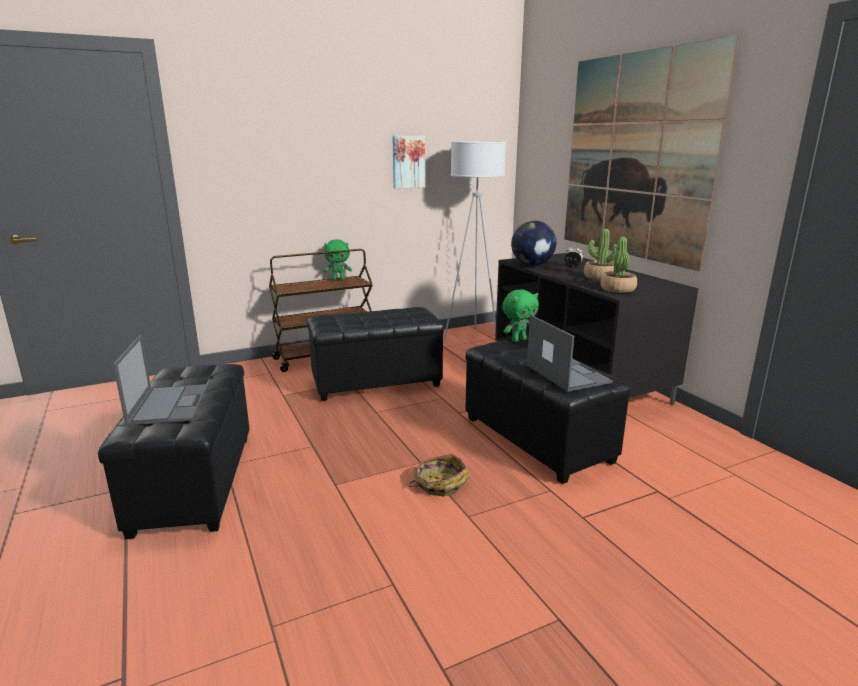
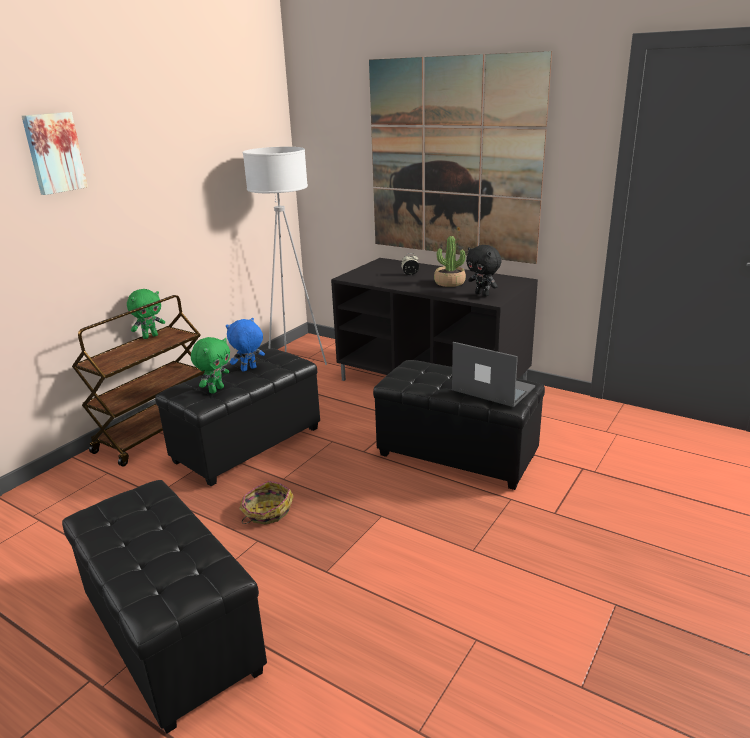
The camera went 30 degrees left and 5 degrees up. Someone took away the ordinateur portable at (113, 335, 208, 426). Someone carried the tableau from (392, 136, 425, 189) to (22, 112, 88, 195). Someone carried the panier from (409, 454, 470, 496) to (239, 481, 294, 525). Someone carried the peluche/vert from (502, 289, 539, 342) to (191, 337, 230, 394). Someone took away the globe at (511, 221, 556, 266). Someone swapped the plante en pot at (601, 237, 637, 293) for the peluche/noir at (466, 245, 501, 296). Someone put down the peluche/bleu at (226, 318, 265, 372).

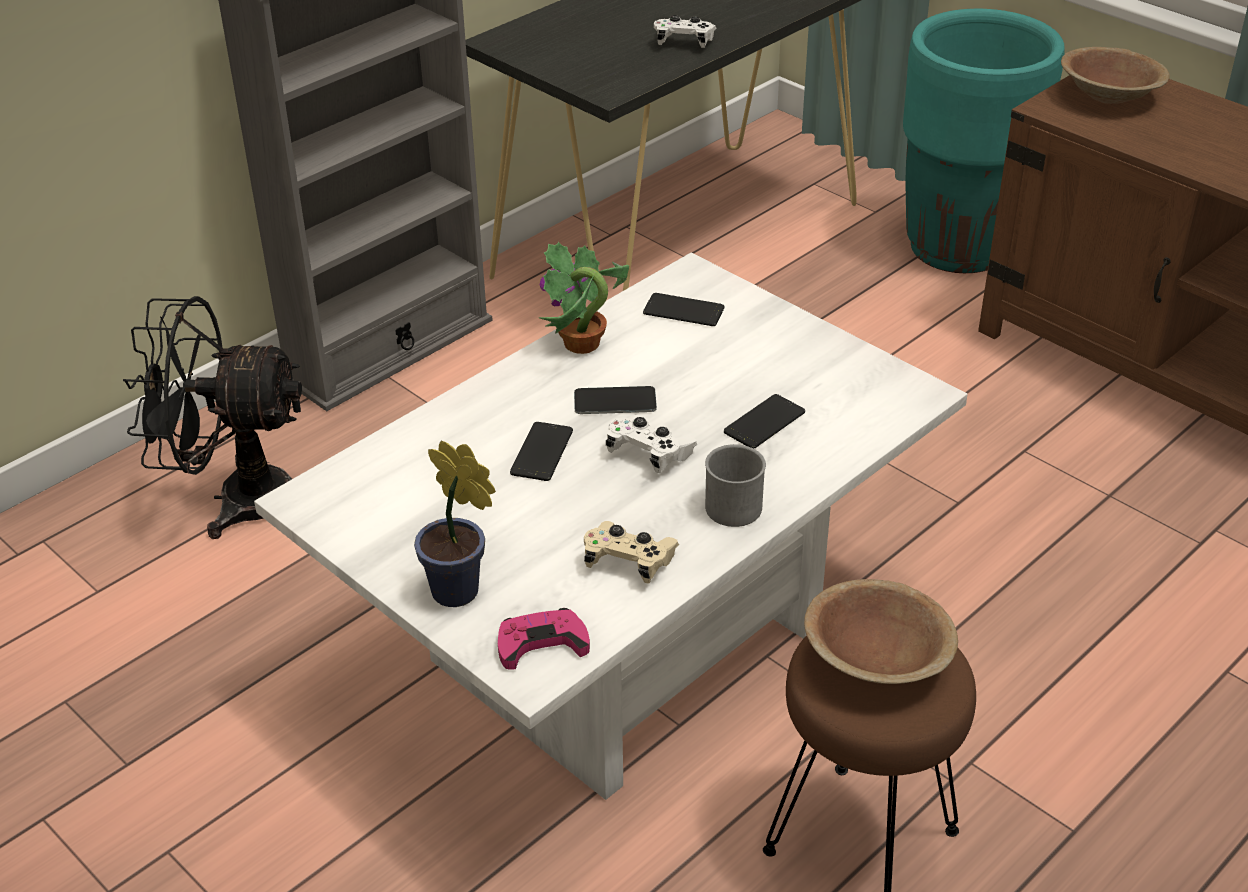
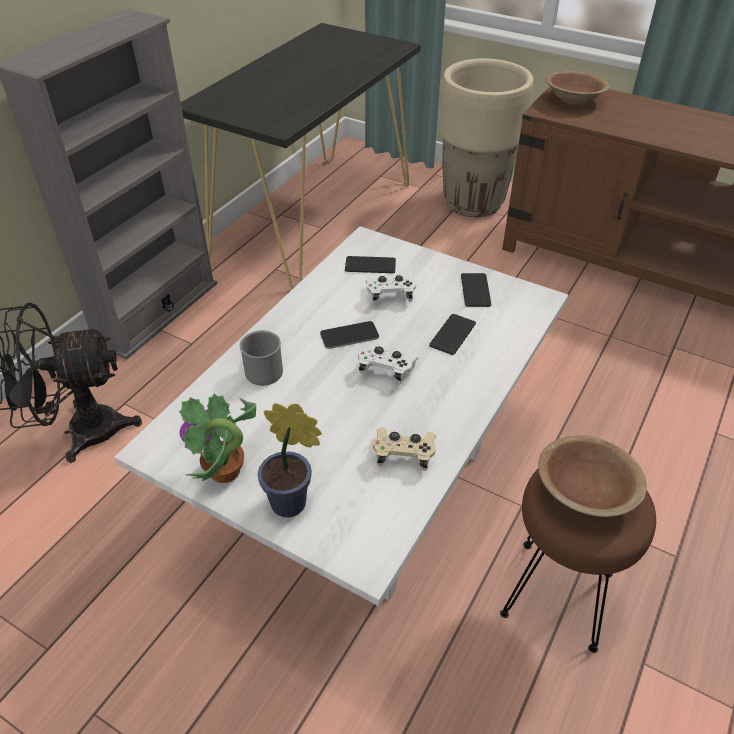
The camera went 15 degrees left and 5 degrees up. Someone took away the manette/rose at (498, 608, 590, 670). Someone carried the téléphone from (510, 422, 573, 481) to (461, 273, 491, 307). Someone carried the plante en pot from (539, 242, 629, 354) to (179, 393, 256, 483). Someone carried the manette/blanc from (654, 15, 716, 48) to (365, 275, 416, 304). Someone carried the mug/gris from (705, 444, 766, 527) to (240, 330, 283, 386). Someone repainted the cache-pot/turquoise at (903, 9, 1065, 273), which became the cache-pot/beige at (440, 59, 533, 217).

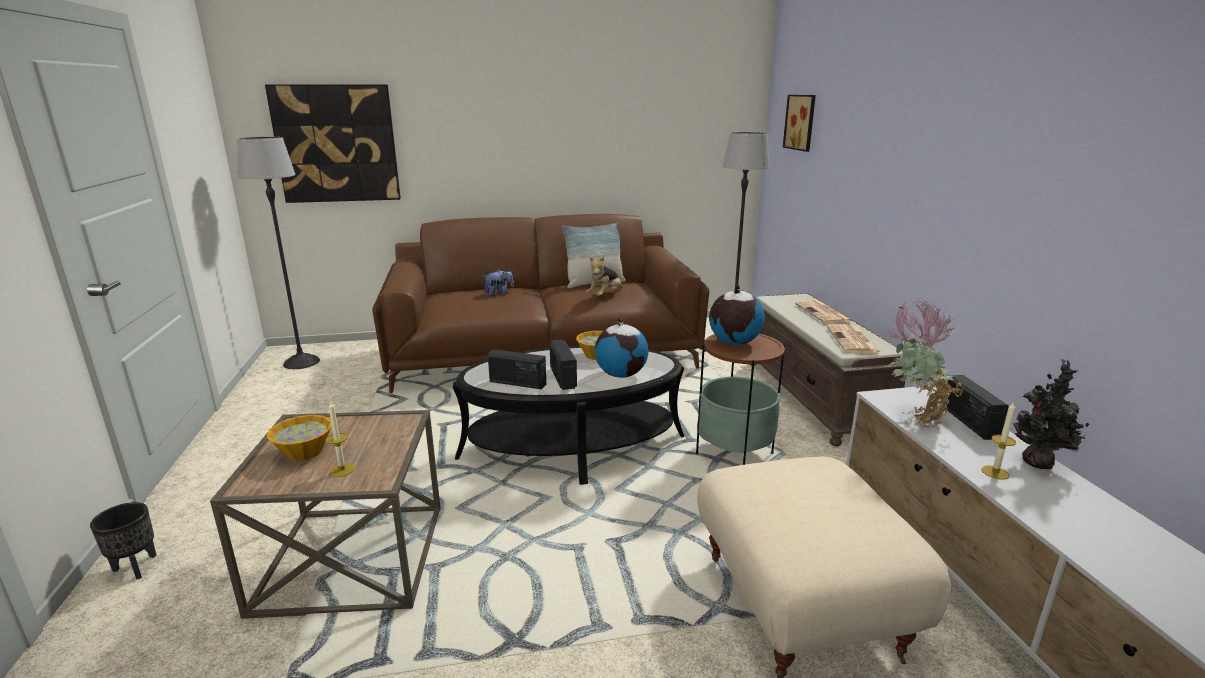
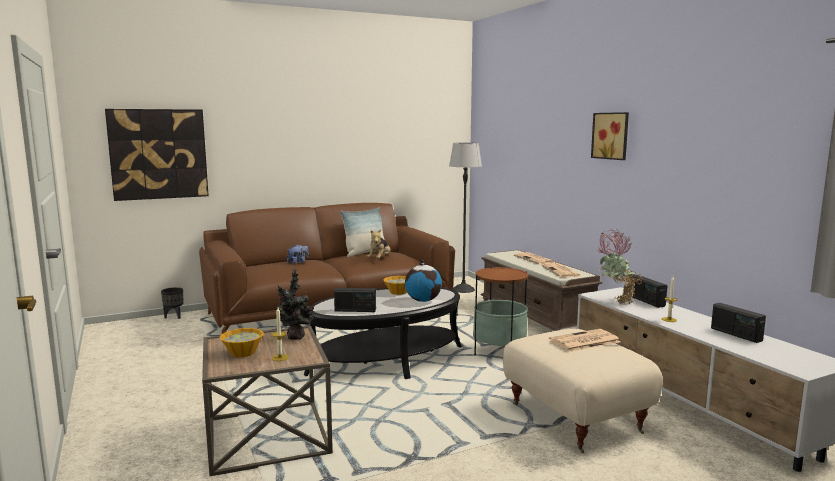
The camera went 15 degrees left and 10 degrees down. Someone carried the cache-pot/noir from (90, 502, 157, 580) to (161, 287, 184, 319). Someone took away the lampadaire at (237, 137, 320, 369). Someone carried the radio from (549, 339, 577, 390) to (711, 303, 766, 343). Someone took away the globe at (709, 285, 765, 345). Someone carried the tableau from (783, 95, 816, 152) to (591, 112, 629, 160). Someone carried the plante en pot from (1013, 359, 1090, 469) to (278, 269, 315, 340). Someone put down the journal at (549, 329, 620, 352).

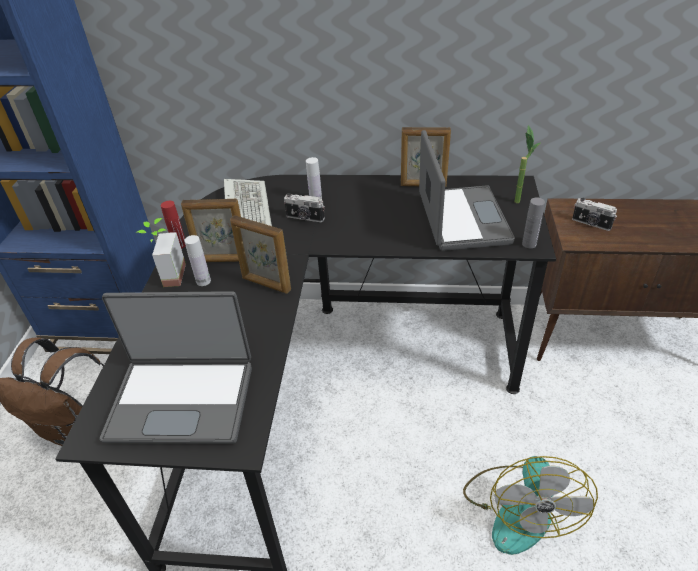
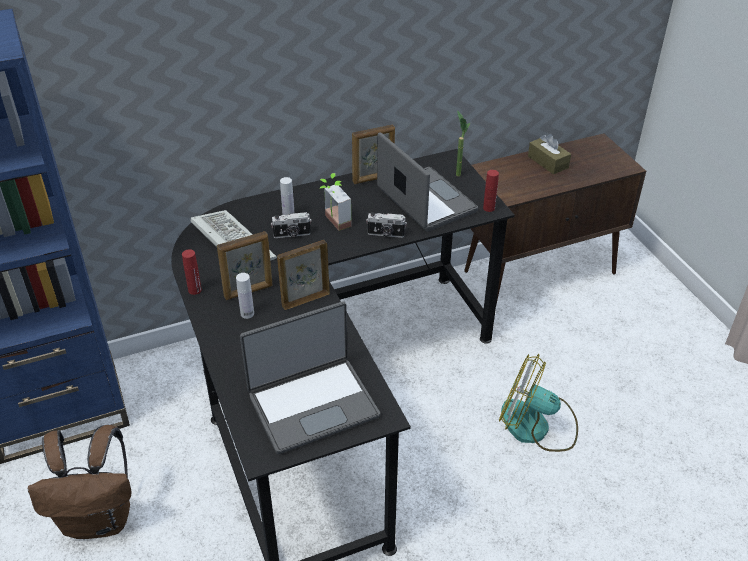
The camera went 30 degrees left and 0 degrees up. Someone carried the plante en pot from (136, 218, 186, 287) to (319, 173, 352, 231). Someone rotated the cadre photo at (230, 215, 291, 294) by 150 degrees clockwise. Someone rotated the ventilateur at (463, 456, 598, 555) by 135 degrees clockwise. Someone repainted the bouteille/gris at (522, 198, 545, 248), which became the bouteille/rouge at (483, 170, 499, 212). Someone carried the appareil photo from (572, 198, 617, 231) to (366, 213, 407, 238). Someone put down the boîte à mouchoirs/marron at (528, 134, 571, 174).

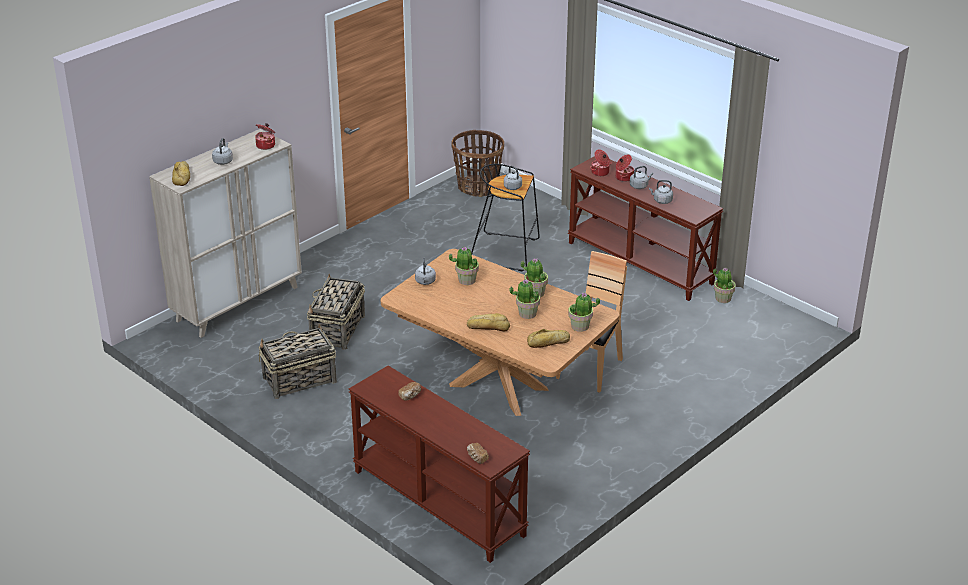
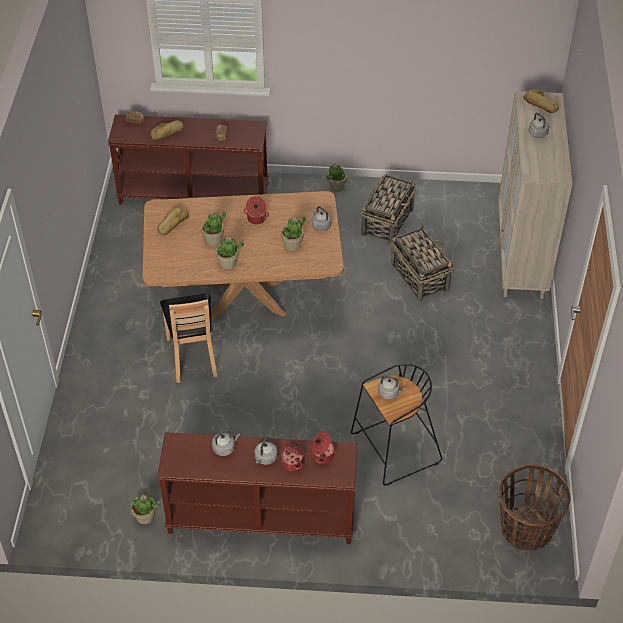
The camera went 140 degrees right and 15 degrees up. Someone carried the marmite from (255, 123, 276, 150) to (243, 196, 269, 224). Someone carried the pain from (467, 313, 510, 332) to (150, 120, 184, 141). Someone carried the plante en pot from (568, 292, 600, 332) to (327, 163, 347, 192).

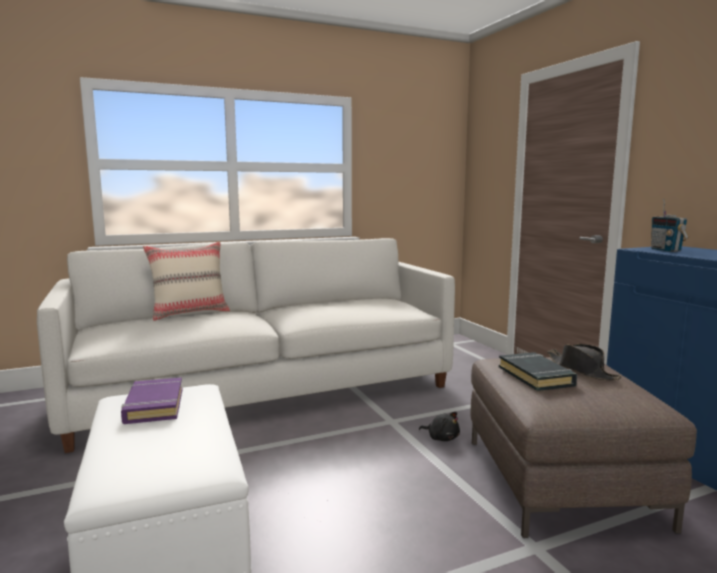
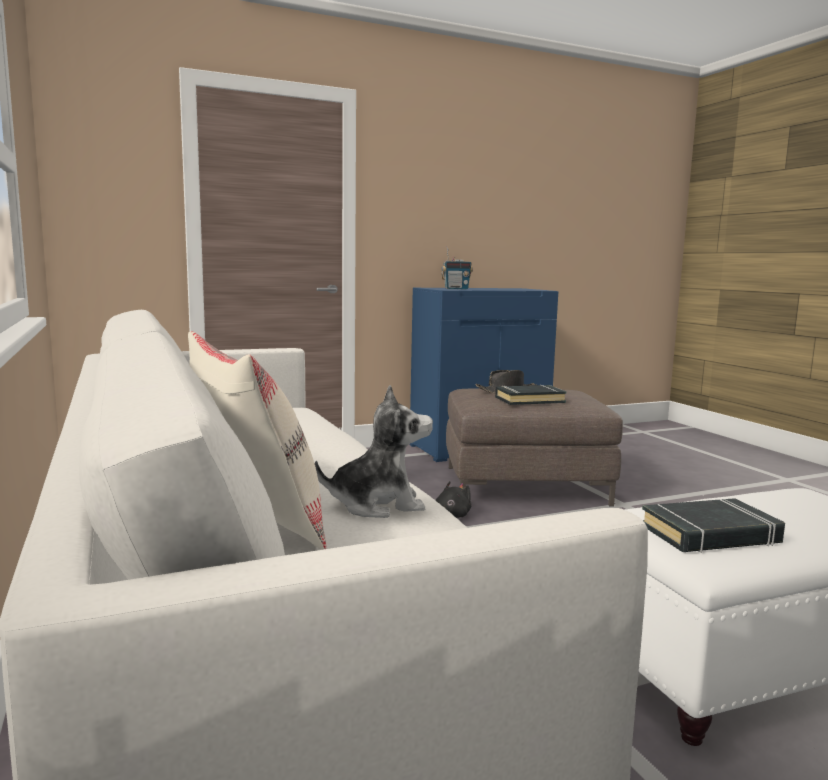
The camera went 90 degrees left and 0 degrees up. Someone repainted the livre/violet at (121, 377, 182, 424), which became the livre/noir at (642, 498, 785, 553). Someone put down the peluche at (315, 385, 433, 518).

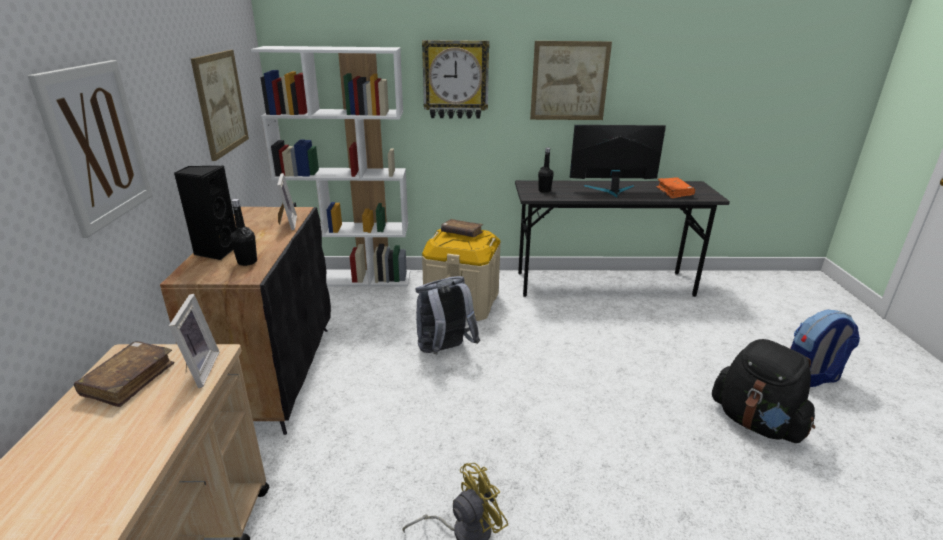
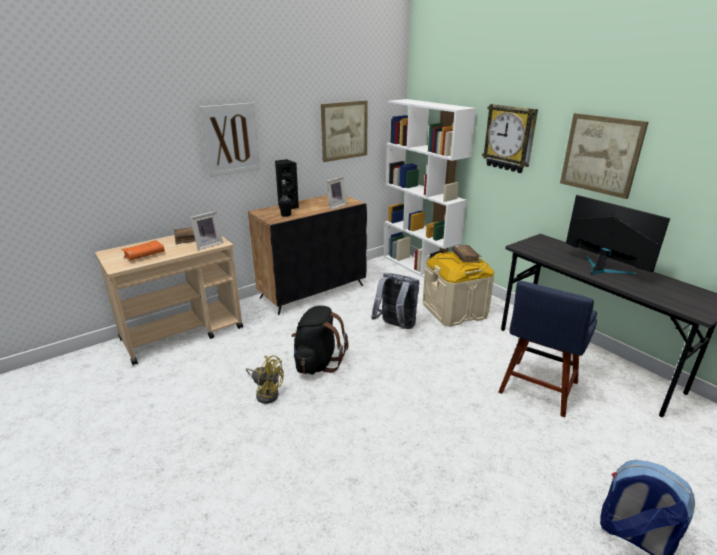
The camera went 55 degrees right and 0 degrees up. Someone took away the bouteille/noir at (538, 148, 554, 193). Someone carried the livre/orange from (656, 177, 695, 199) to (122, 240, 165, 261). Someone carried the sac à dos/noir from (712, 339, 815, 443) to (291, 306, 349, 374). Someone put down the chaise/bleu at (498, 281, 597, 418).

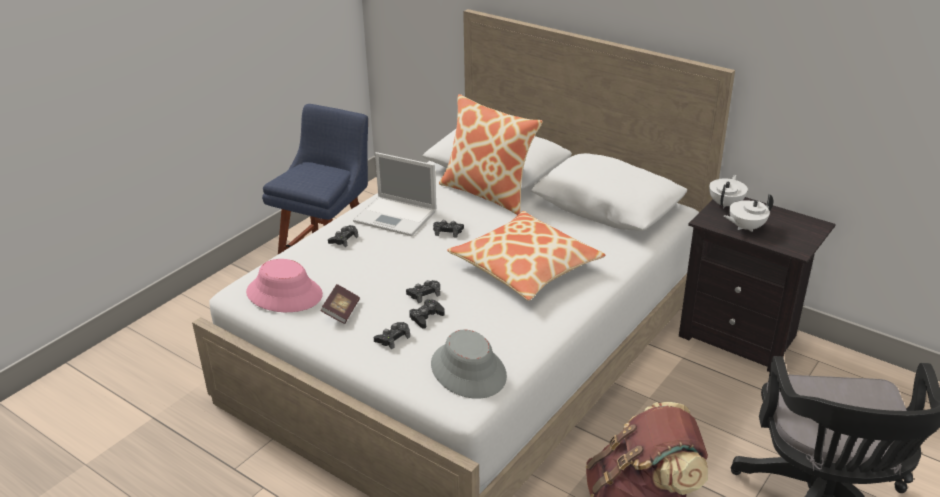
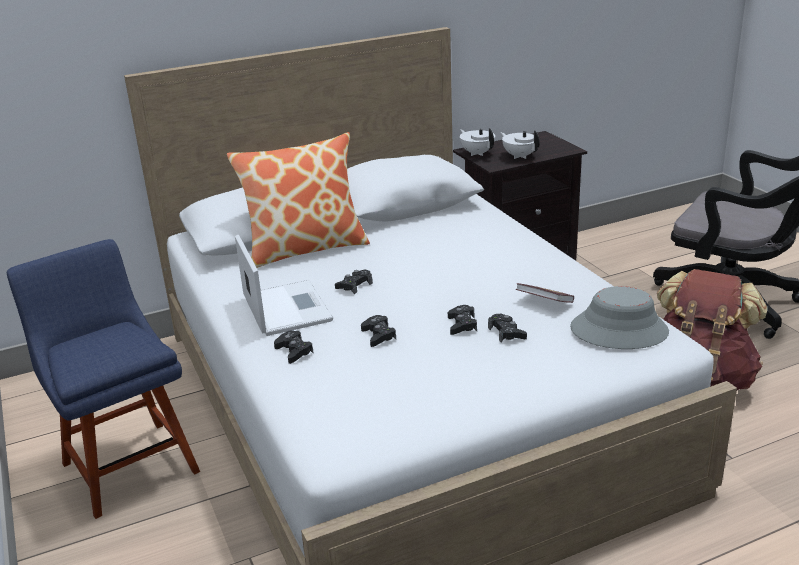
The camera went 60 degrees left and 5 degrees down. Someone took away the chapeau/rose at (246, 259, 323, 312). Someone carried the livre from (321, 284, 360, 324) to (516, 283, 574, 303). Someone rotated the ordinateur portable at (353, 152, 436, 236) by 75 degrees counterclockwise. Someone carried the manette/noir from (374, 322, 410, 350) to (361, 315, 396, 347). Someone took away the coussin at (447, 211, 606, 301). Someone rotated the théière/blanc at (724, 193, 773, 232) by 135 degrees clockwise.

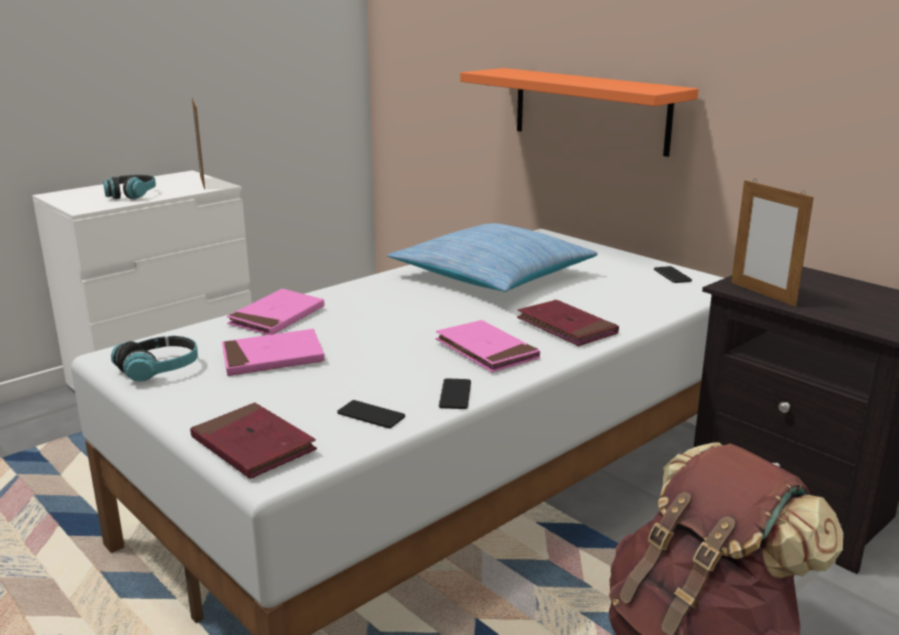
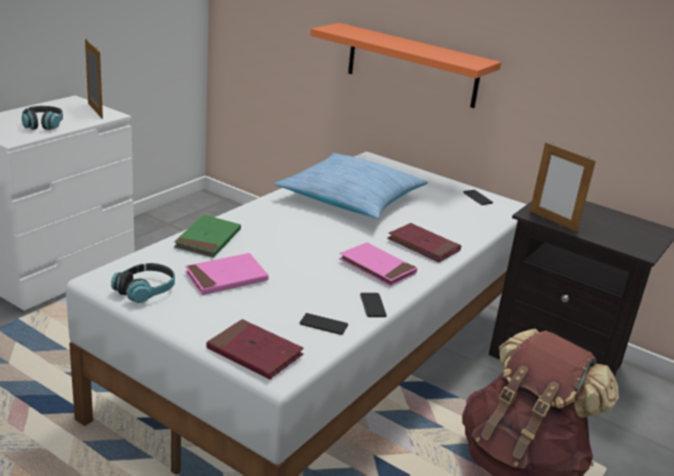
The camera went 15 degrees left and 5 degrees up. Someone repainted the livre/rose at (227, 288, 324, 335), which became the livre/vert at (174, 215, 241, 258).

